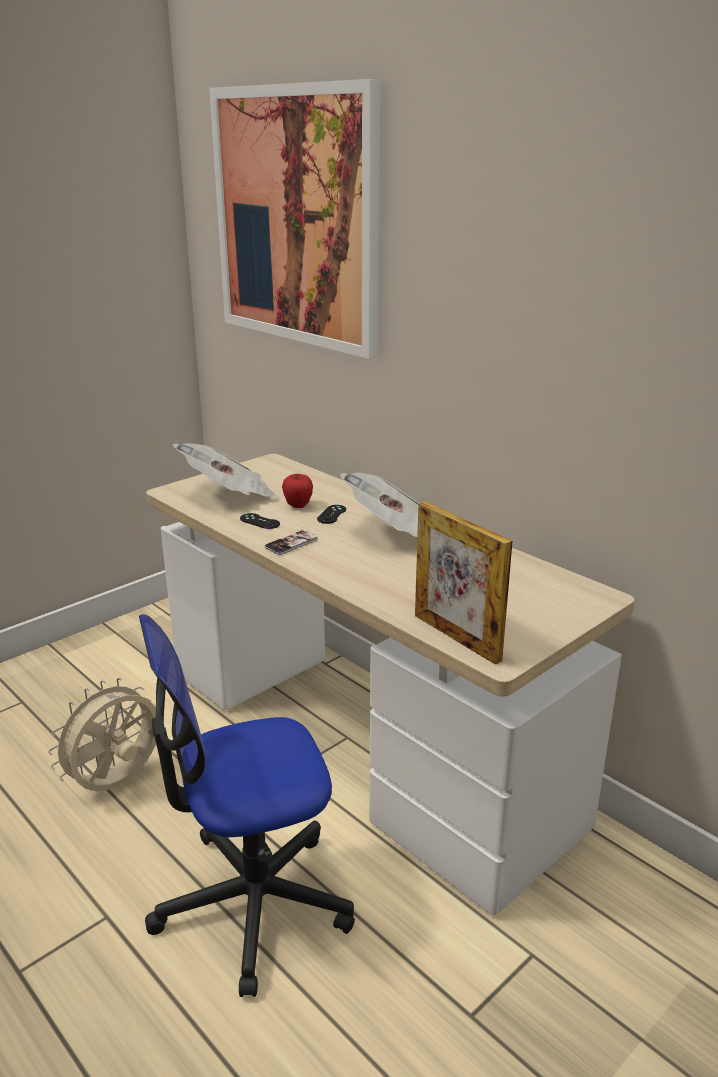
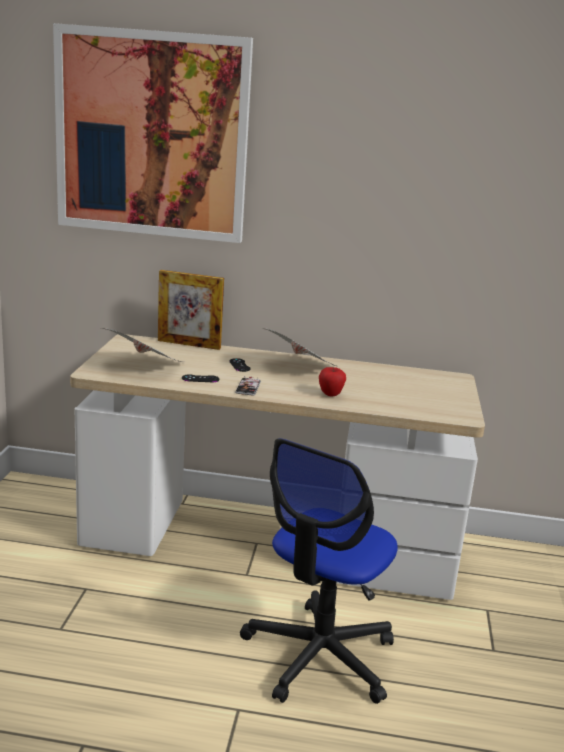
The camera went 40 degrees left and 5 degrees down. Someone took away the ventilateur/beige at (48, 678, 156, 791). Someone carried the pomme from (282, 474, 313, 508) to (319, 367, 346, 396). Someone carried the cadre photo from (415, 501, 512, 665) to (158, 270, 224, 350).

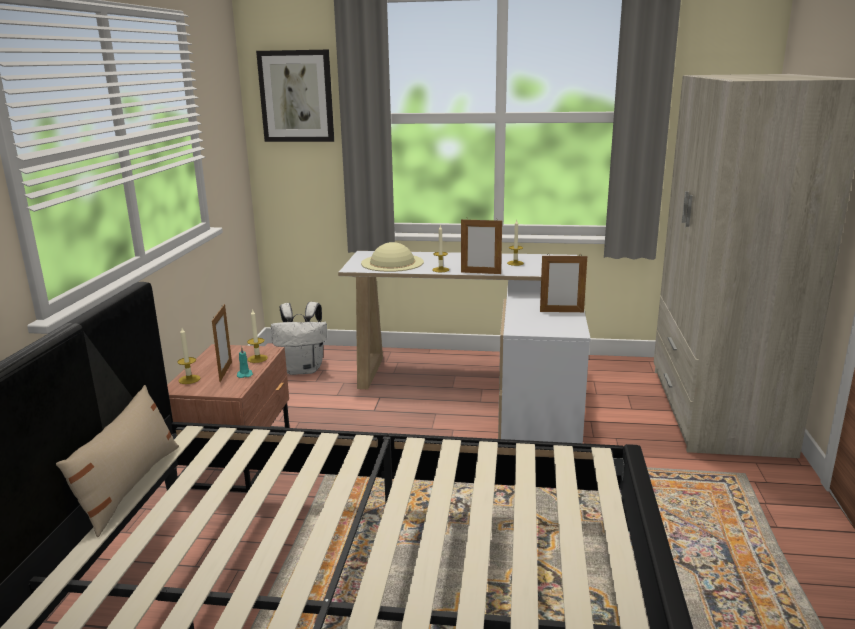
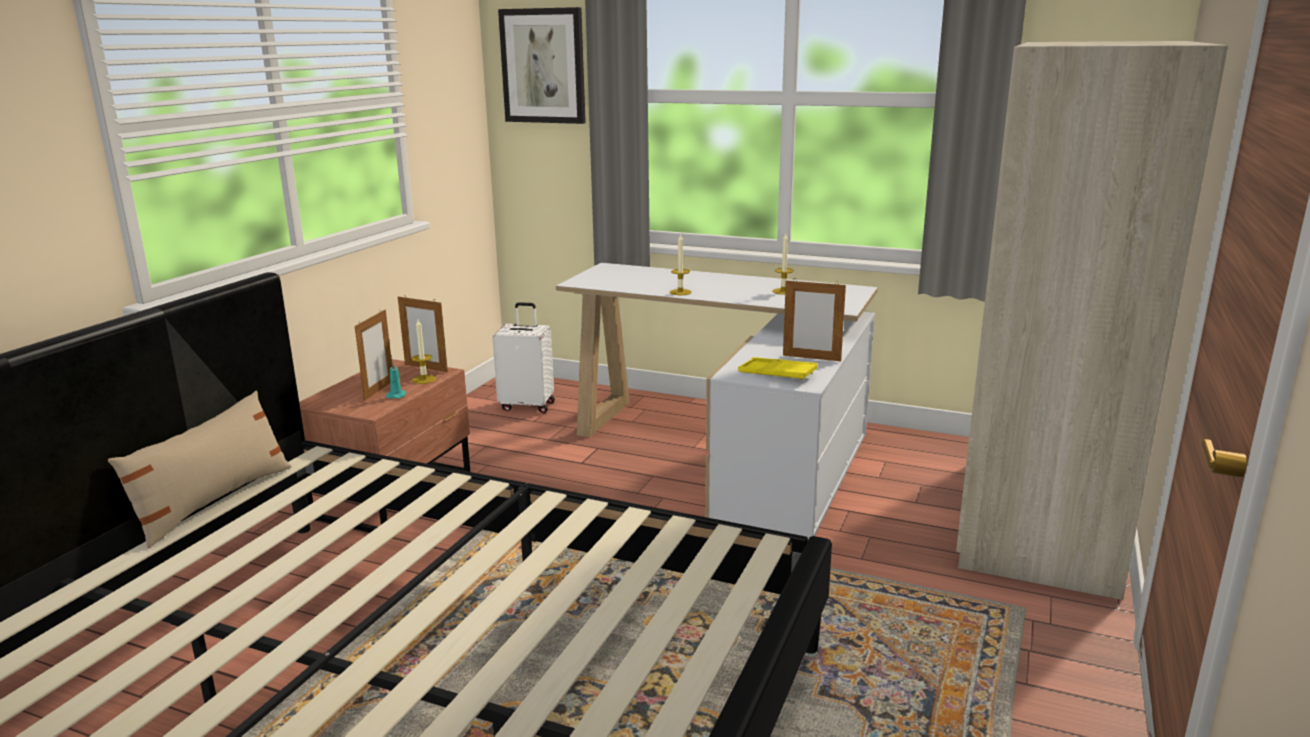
The camera went 15 degrees right and 0 degrees up. Someone took away the bougie at (177, 328, 200, 384). Someone swapped the sac à dos/blanc at (271, 302, 327, 375) for the valise/blanc at (492, 302, 555, 413). Someone took away the chapeau/beige at (361, 242, 424, 272). Someone carried the cadre photo from (461, 219, 502, 274) to (398, 296, 448, 372). Someone put down the plateau/jaune at (738, 357, 818, 380).

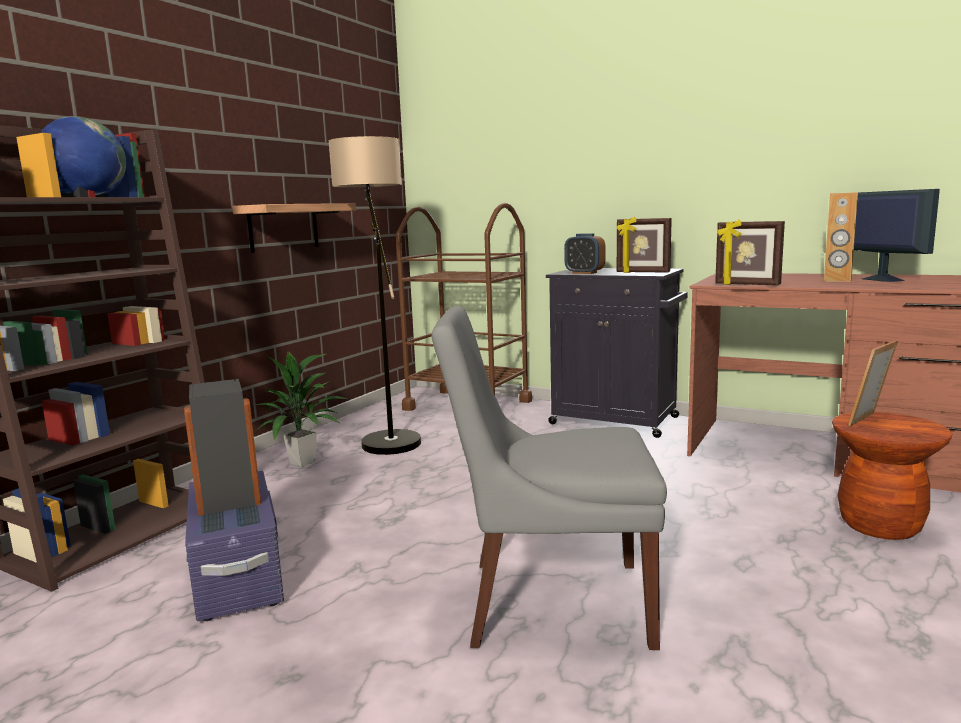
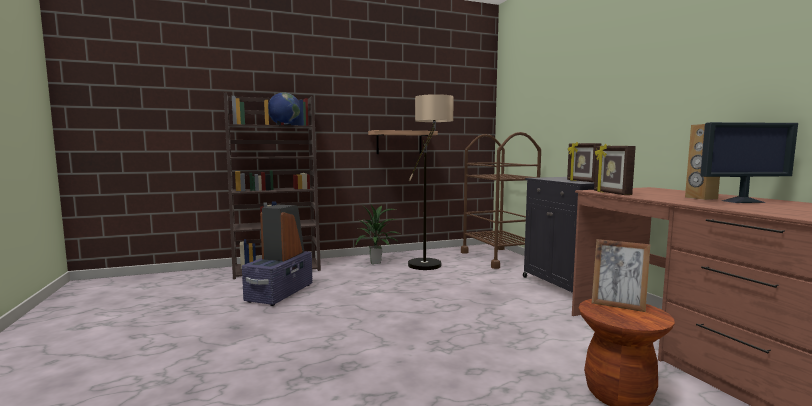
The camera went 40 degrees right and 5 degrees down. Someone took away the chaise/gris at (432, 306, 667, 650). Someone took away the réveil at (564, 233, 606, 274). Someone rotated the cadre photo at (848, 340, 898, 426) by 150 degrees counterclockwise. Someone rotated the écran d'ordinateur at (854, 189, 940, 282) by 60 degrees clockwise.

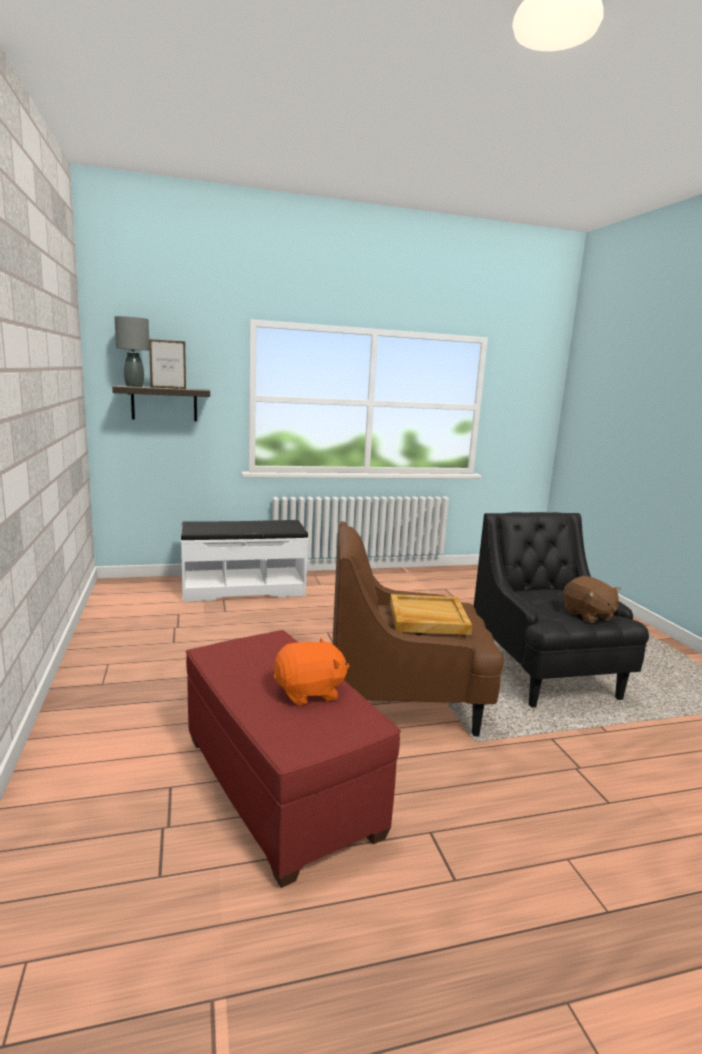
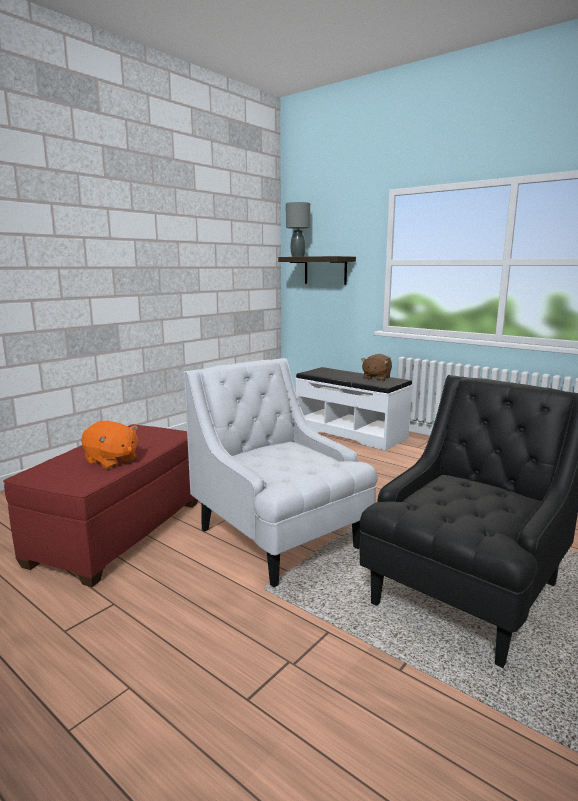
The camera went 55 degrees right and 0 degrees up. Someone took away the cadre photo at (149, 339, 186, 389). Someone repainted the fauteuil/marron at (333, 521, 504, 736), which became the fauteuil/blanc at (184, 358, 378, 587). Someone took away the plateau/beige at (390, 594, 472, 635). Someone carried the peluche/marron from (563, 576, 621, 623) to (361, 354, 392, 381).

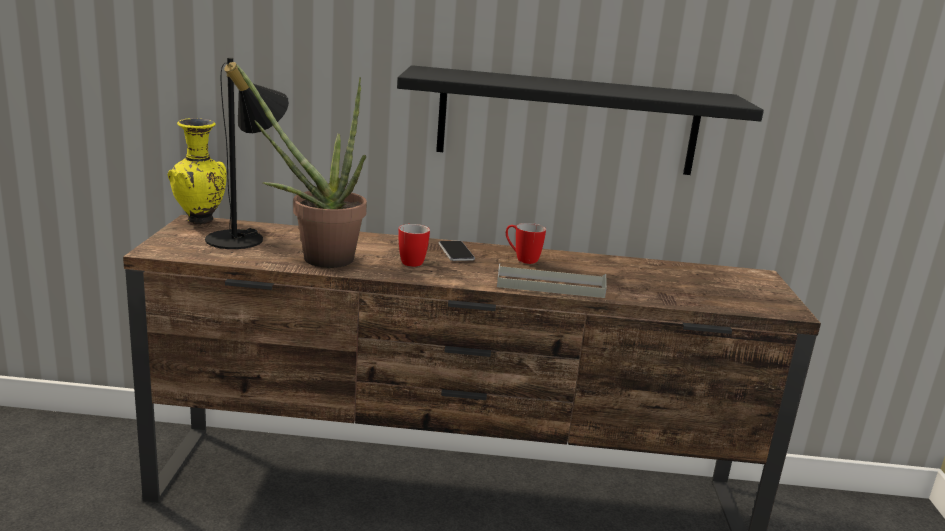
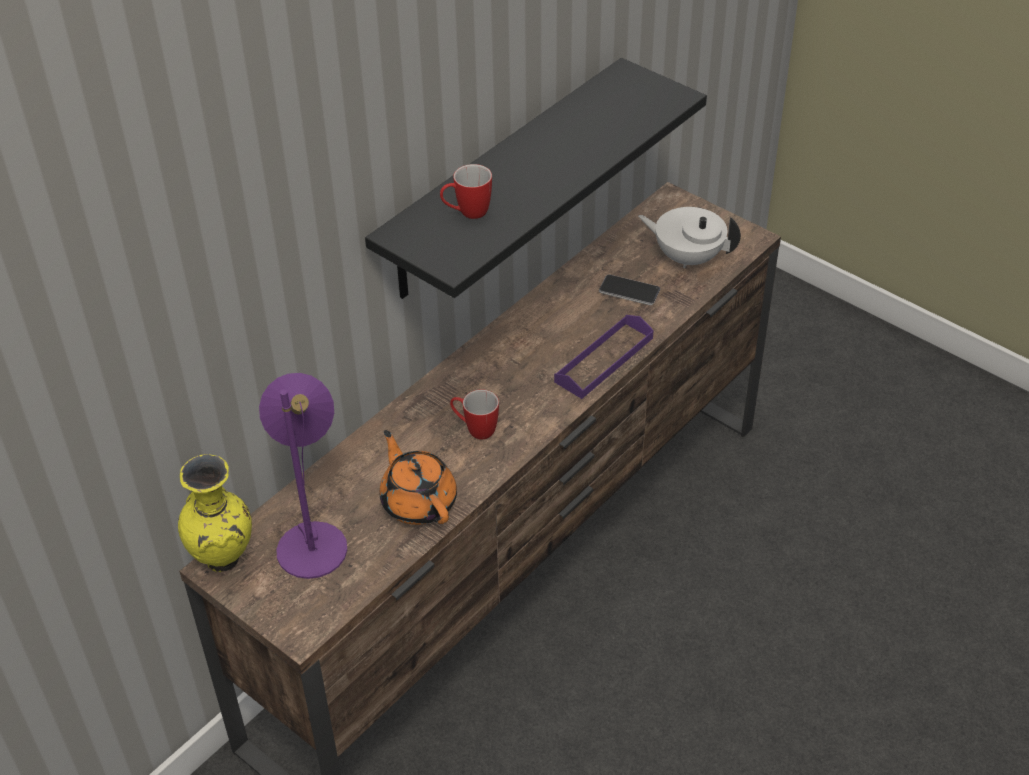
The camera went 50 degrees left and 25 degrees up. Someone repainted the lampe de table/noir at (205, 58, 289, 249), which became the lampe de table/violet at (259, 373, 347, 579). Someone swapped the plante en pot at (237, 64, 367, 268) for the théière/orange at (380, 430, 457, 525). Someone carried the téléphone from (439, 241, 475, 261) to (599, 275, 660, 305). Someone repainted the plateau/gris at (497, 263, 607, 298), which became the plateau/violet at (554, 315, 654, 399). Someone carried the mug from (506, 223, 546, 264) to (440, 164, 492, 219). Someone put down the théière/blanc at (638, 207, 741, 268).

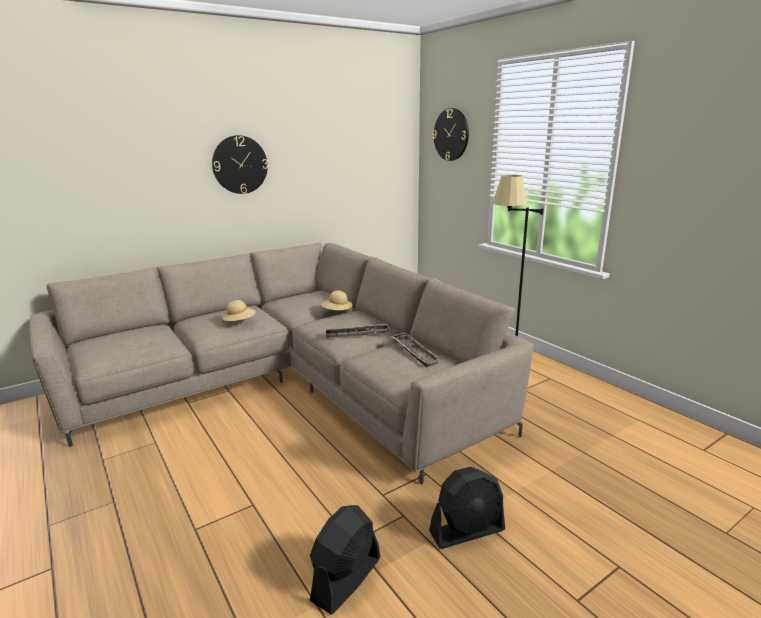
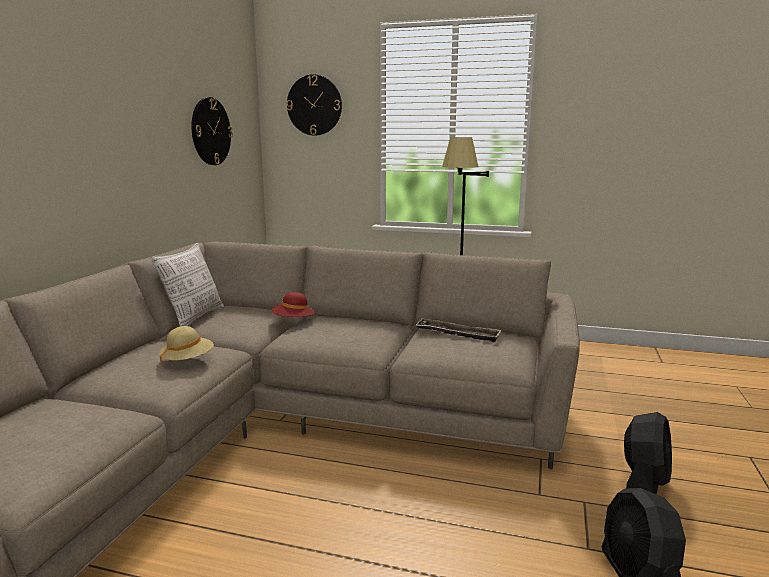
The camera went 40 degrees left and 5 degrees down. Someone carried the horloge murale from (212, 135, 268, 194) to (191, 97, 233, 165). Someone repainted the chapeau/beige at (321, 291, 353, 314), which became the chapeau/rouge at (271, 292, 314, 317). Someone took away the plateau at (324, 324, 390, 338). Someone put down the coussin at (151, 243, 224, 327).

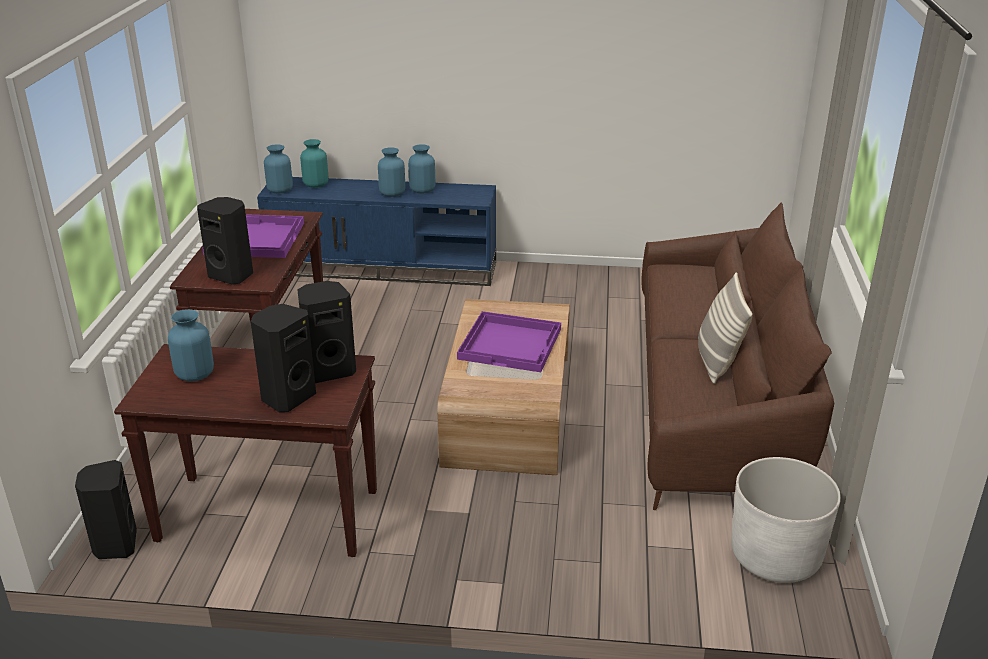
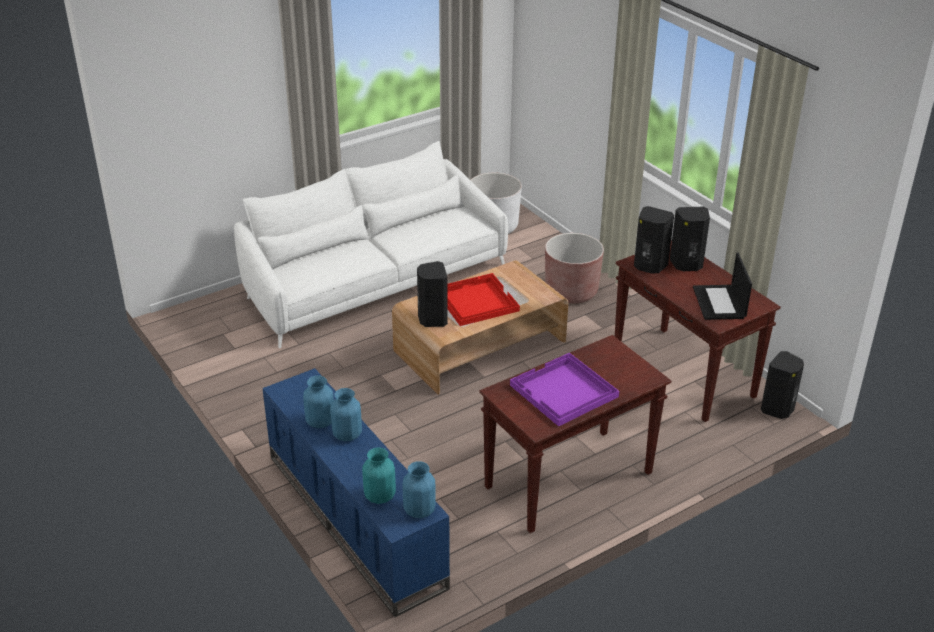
The camera went 130 degrees left and 5 degrees up. Someone swapped the vase/bleu at (168, 309, 214, 382) for the ordinateur portable at (693, 253, 752, 320). Someone carried the enceinte/noir from (197, 197, 253, 285) to (417, 261, 448, 327). Someone repainted the plateau/violet at (457, 311, 561, 372), which became the plateau/rouge at (447, 273, 520, 326). Someone repainted the canapé/marron at (641, 202, 834, 510), which became the canapé/blanc at (234, 141, 508, 348). Someone took away the coussin at (698, 272, 753, 384). Someone put down the cache-pot/marron at (545, 233, 604, 303).

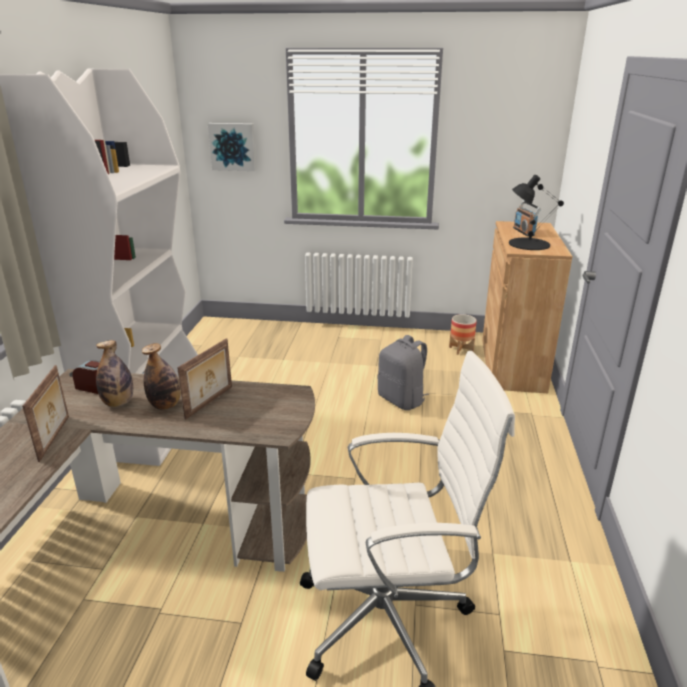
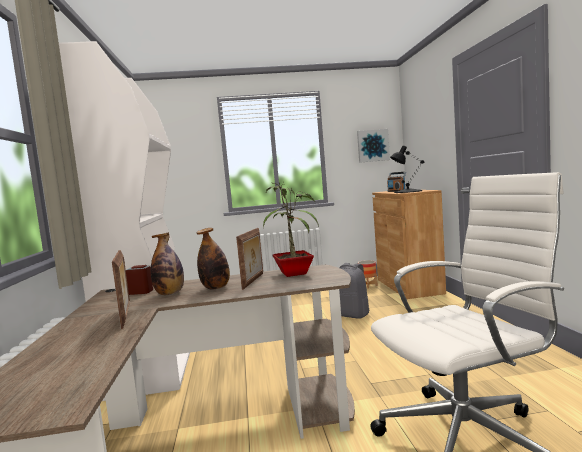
The camera went 15 degrees left and 20 degrees down. Someone carried the tableau from (208, 123, 256, 171) to (357, 129, 390, 163). Someone put down the plante en pot at (263, 182, 319, 277).

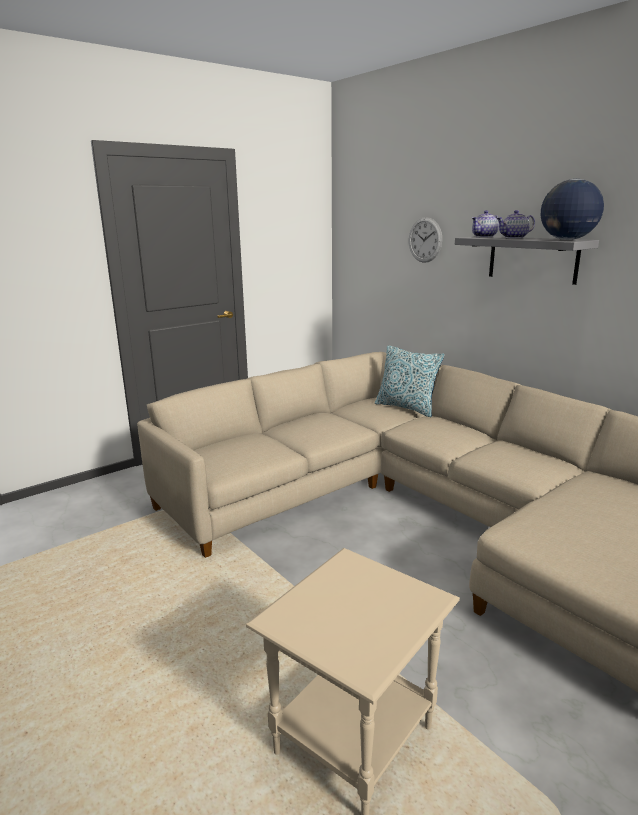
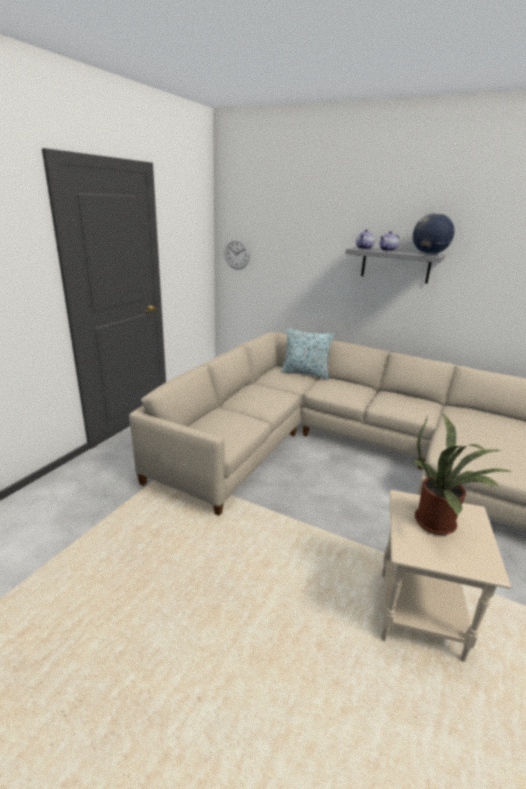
The camera went 25 degrees left and 5 degrees up. Someone carried the horloge murale from (409, 217, 442, 263) to (224, 238, 250, 270). Someone put down the plante en pot at (413, 413, 514, 535).

